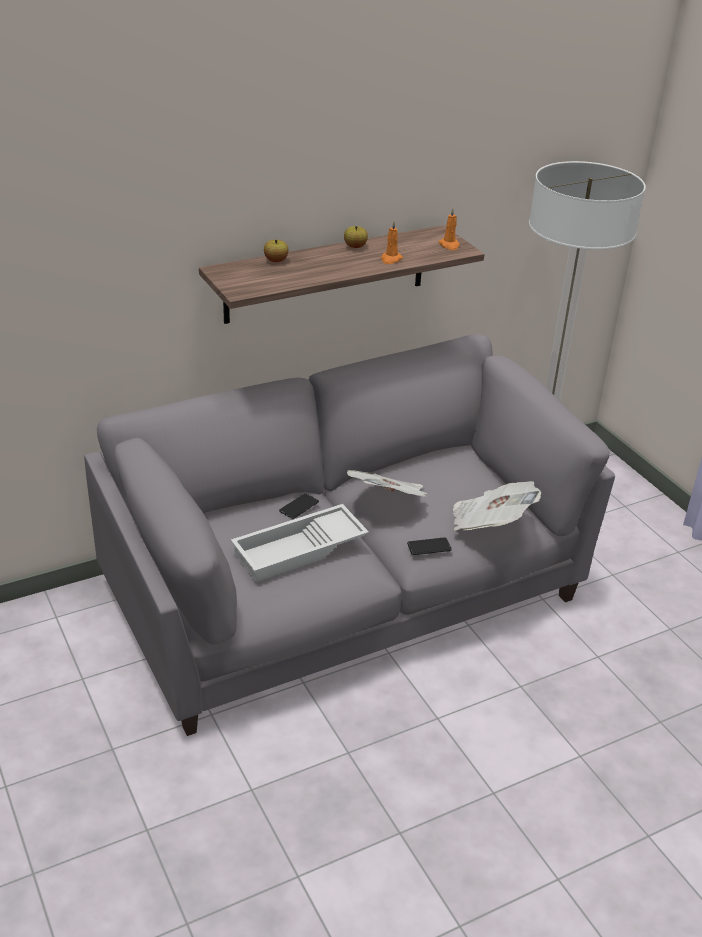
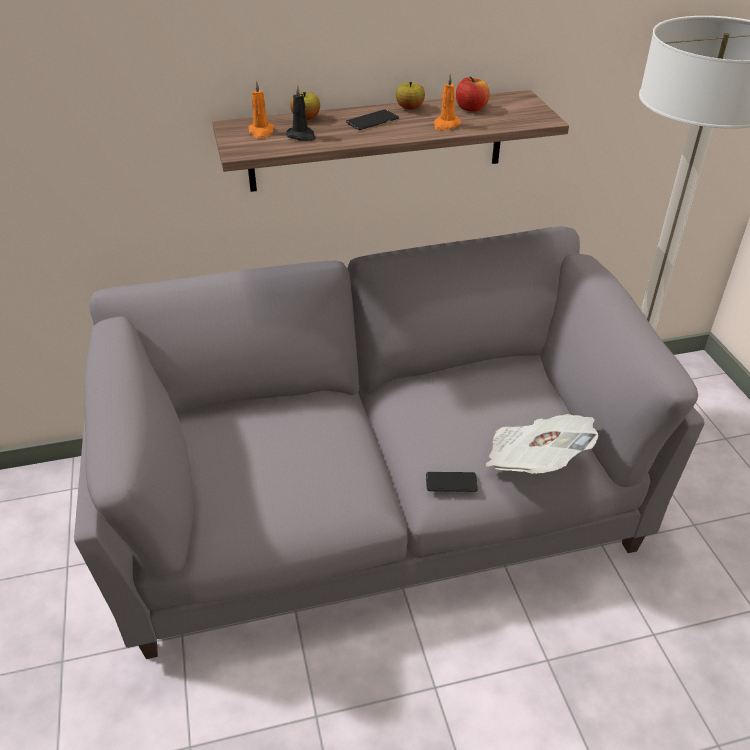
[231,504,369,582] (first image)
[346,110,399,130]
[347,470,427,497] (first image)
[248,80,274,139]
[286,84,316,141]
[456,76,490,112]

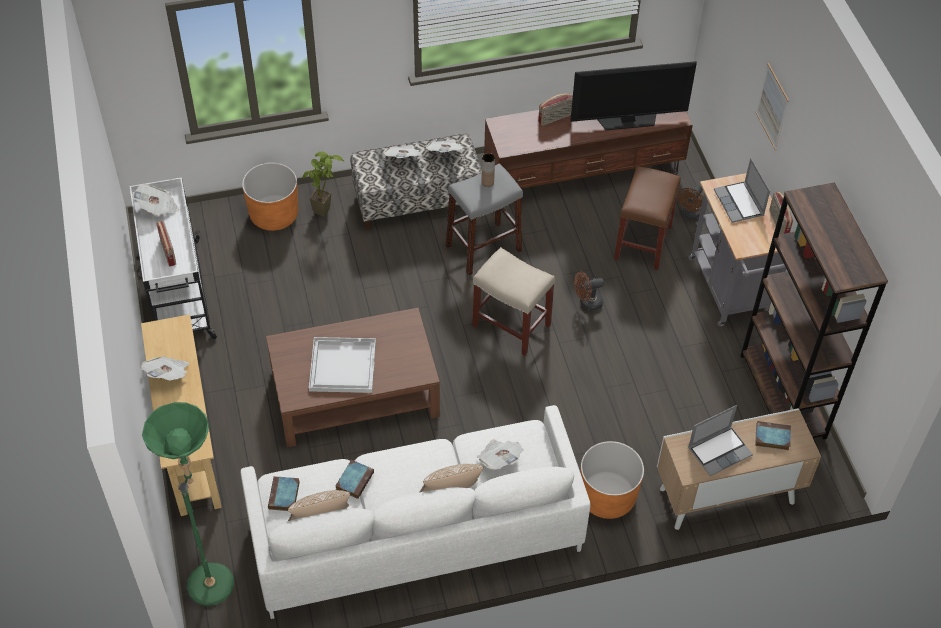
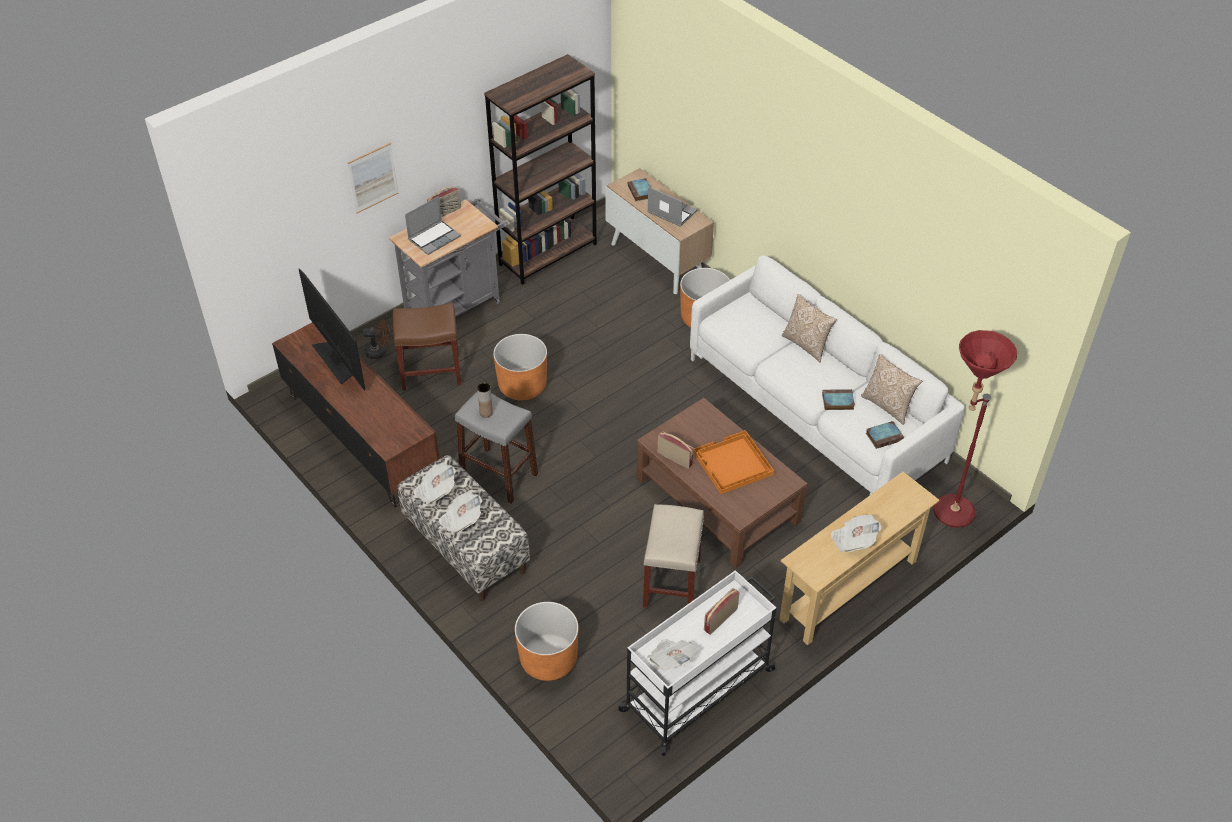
[933,330,1017,528]
[303,152,344,217] (first image)
[694,430,774,494]
[643,504,704,608]
[477,440,524,470] (first image)
[657,431,694,469]
[493,334,547,400]

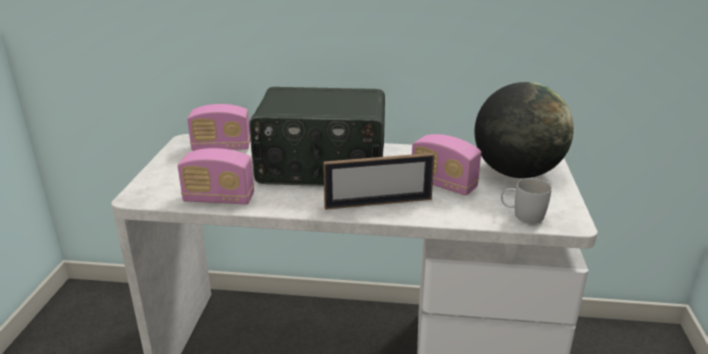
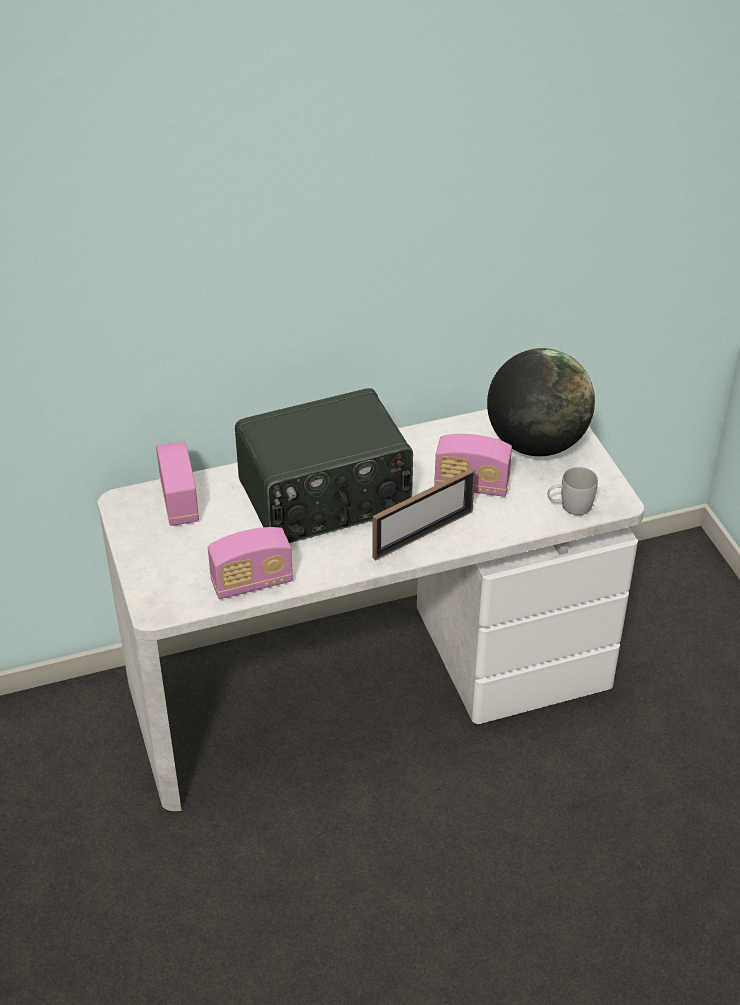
[156,442,199,526]

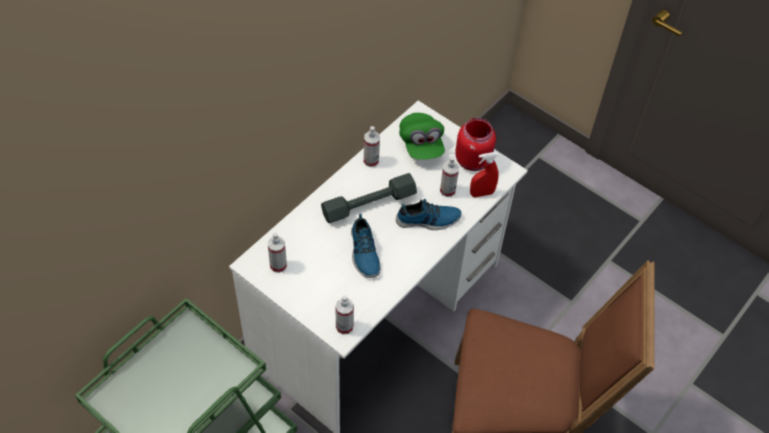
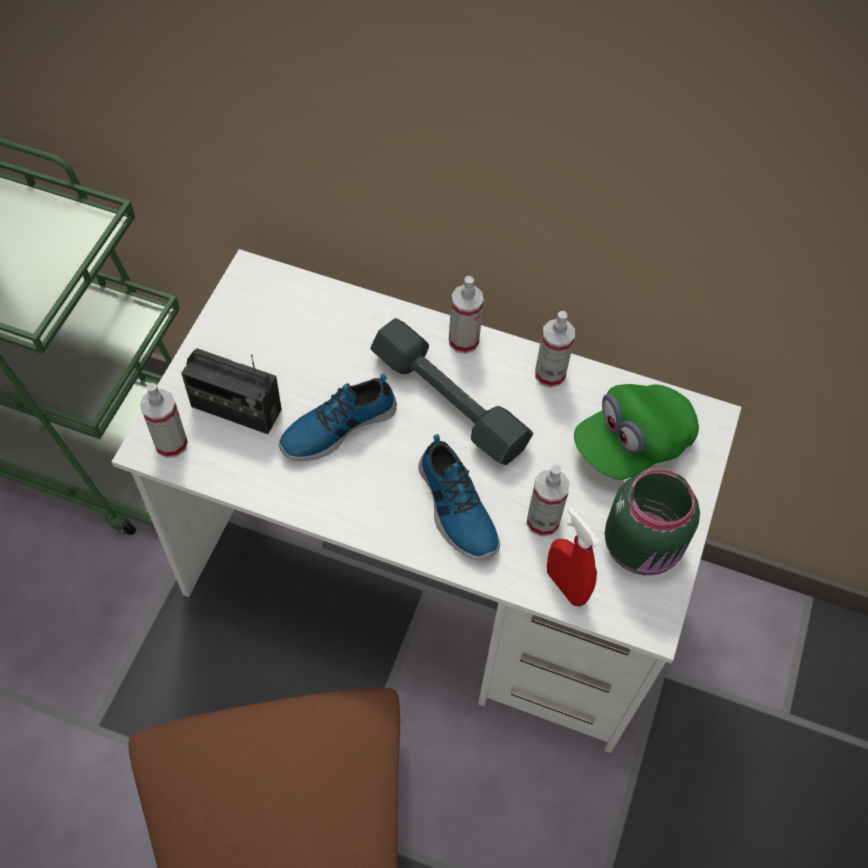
[449,276,484,354]
[605,469,700,575]
[181,348,282,434]

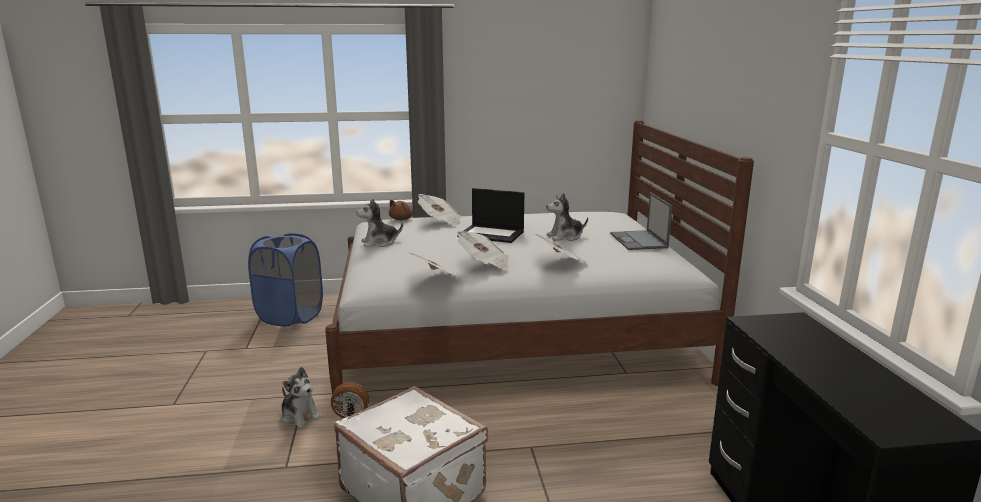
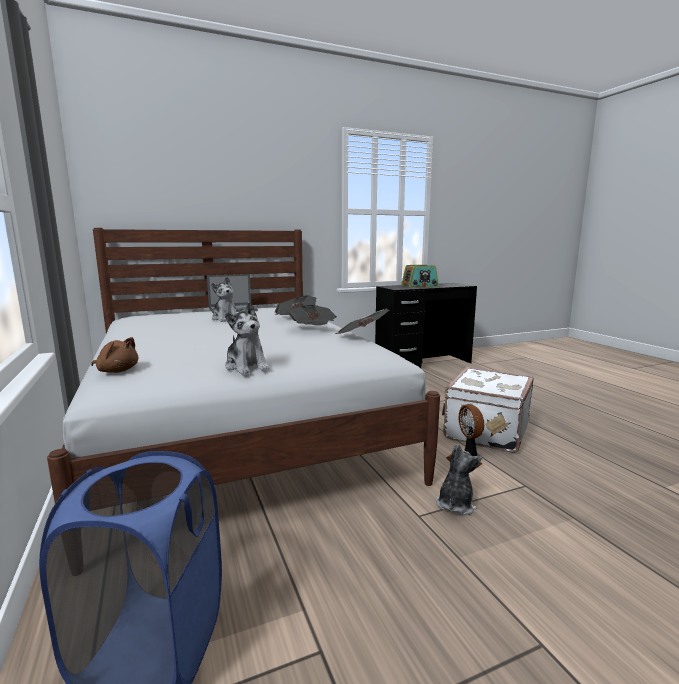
[418,194,462,226] (first image)
[457,188,524,243] (first image)
[401,265,439,287]

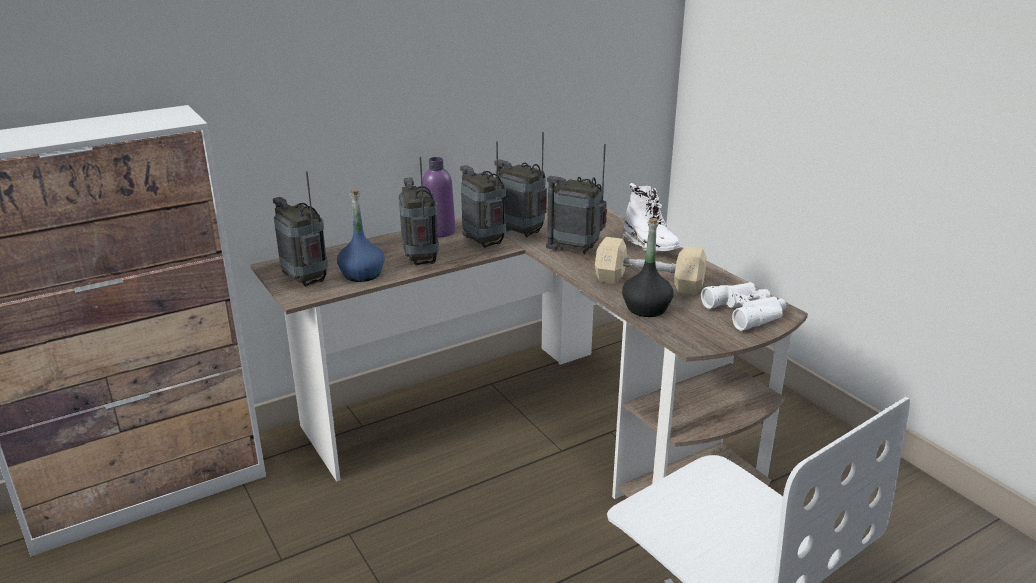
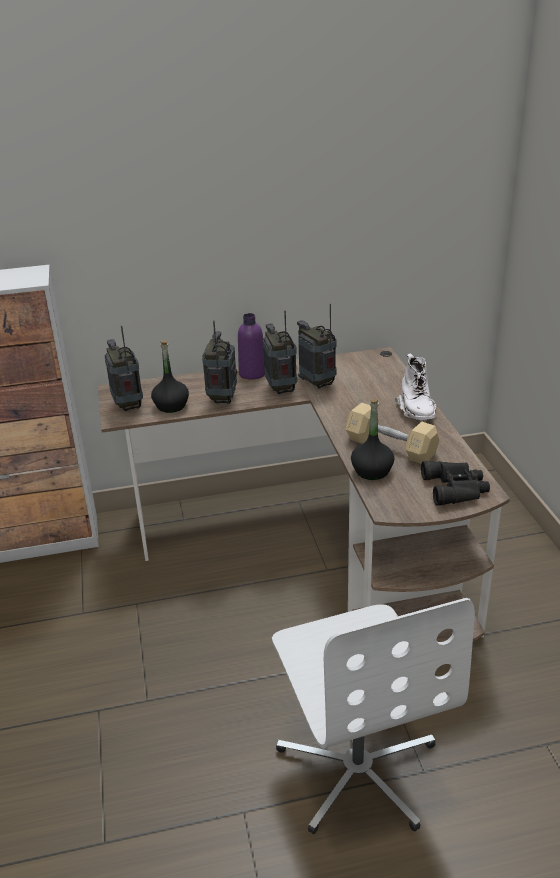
[151,341,189,413]
[546,144,607,254] (first image)
[421,461,490,506]

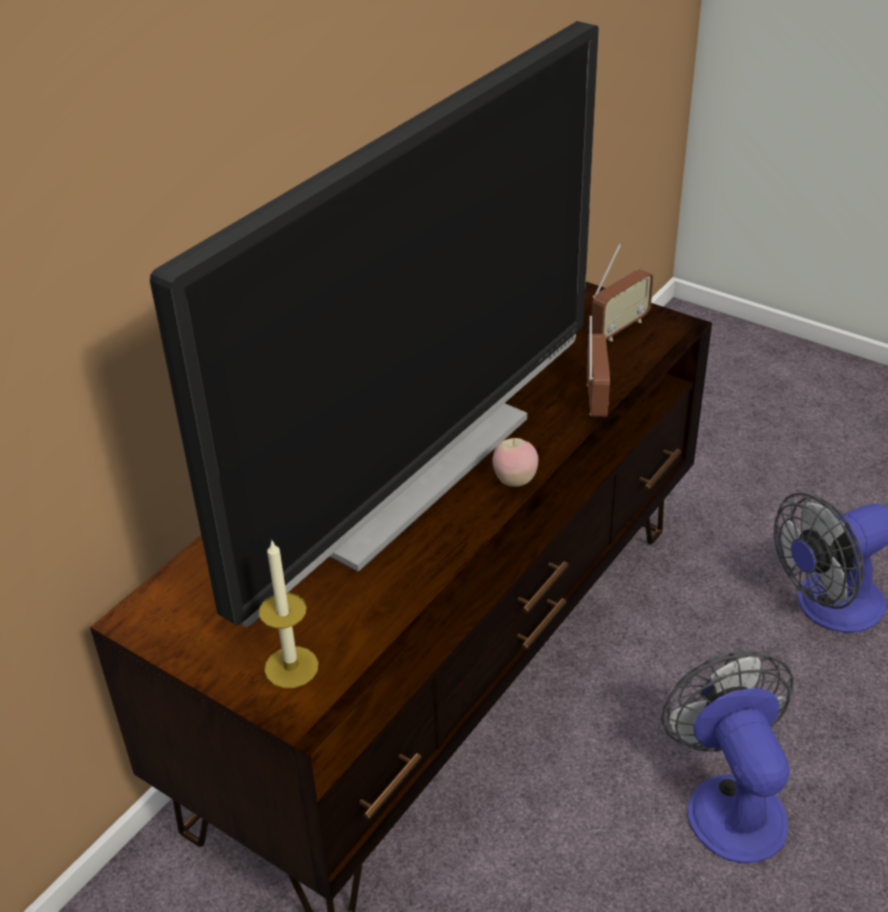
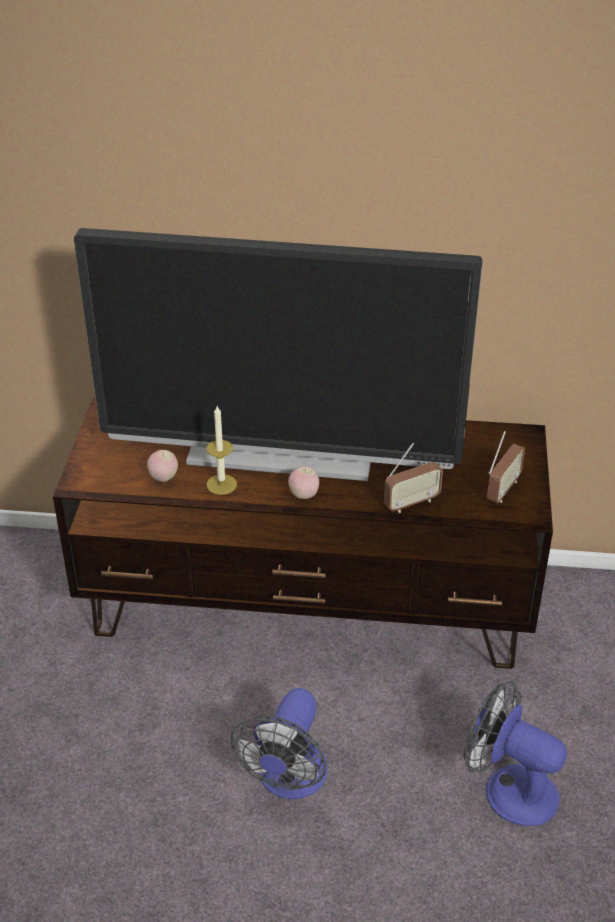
[206,406,237,495]
[487,431,525,503]
[231,688,328,799]
[147,450,178,482]

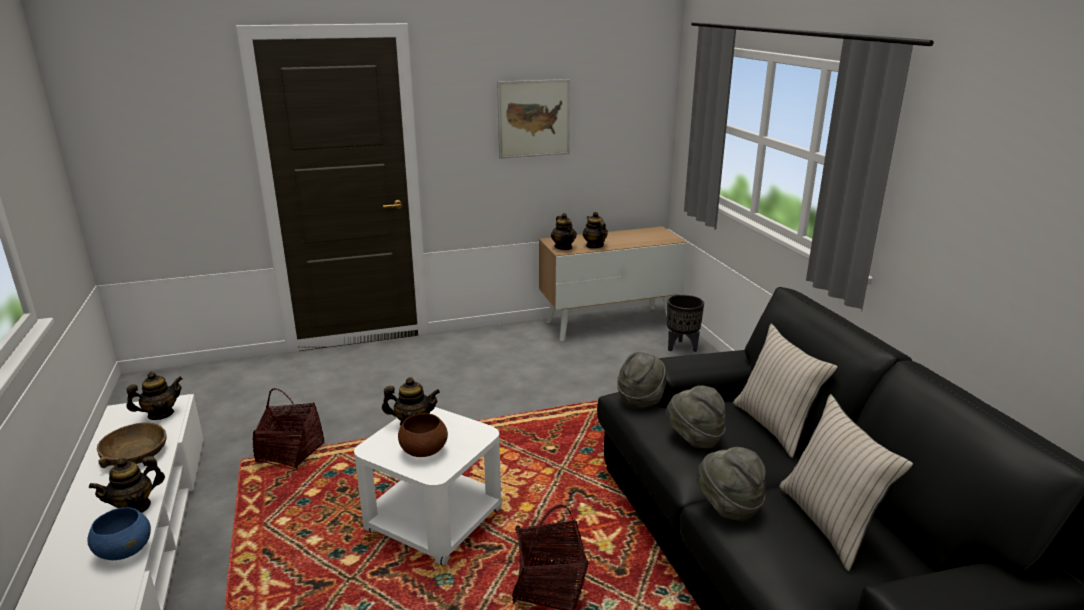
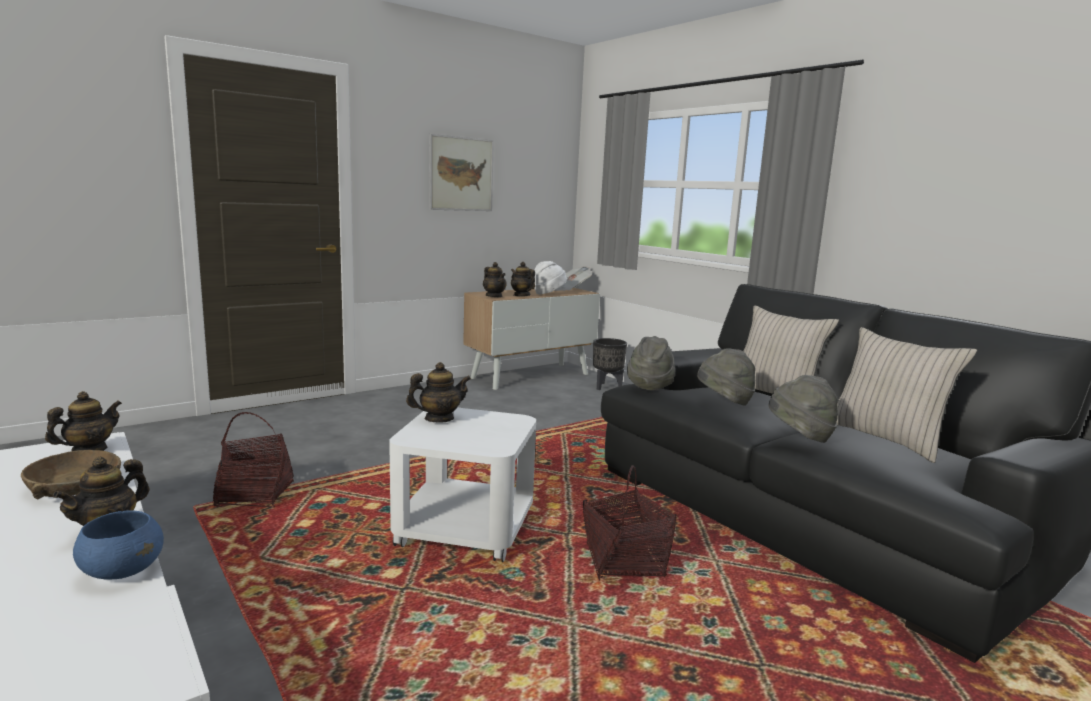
[398,413,448,457] (first image)
[534,261,567,295]
[554,266,592,291]

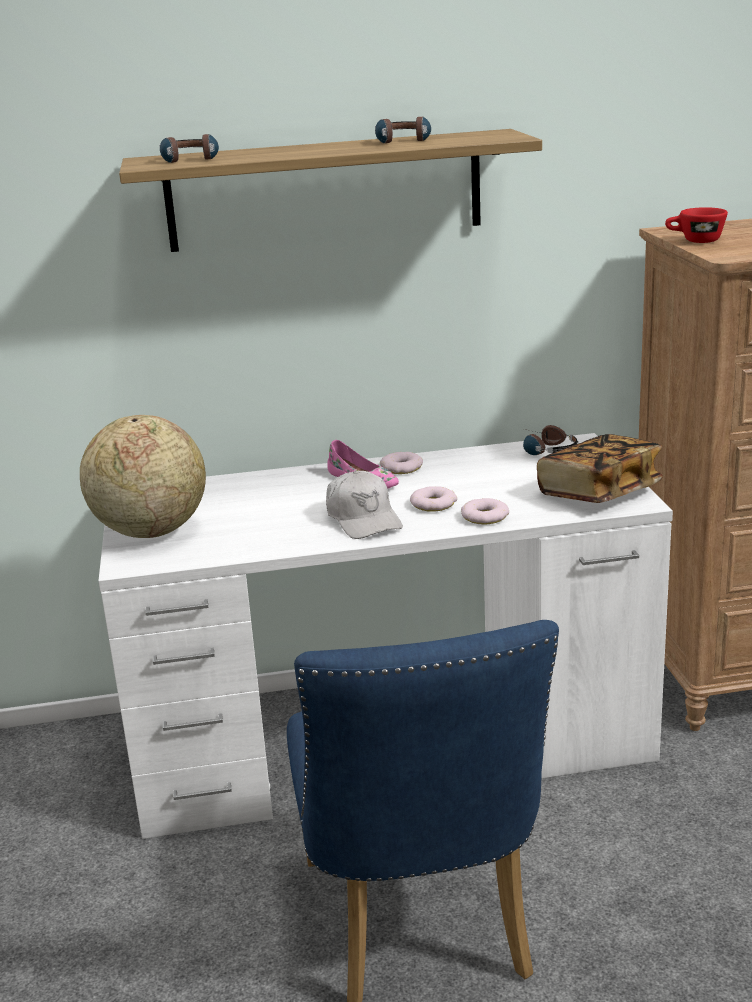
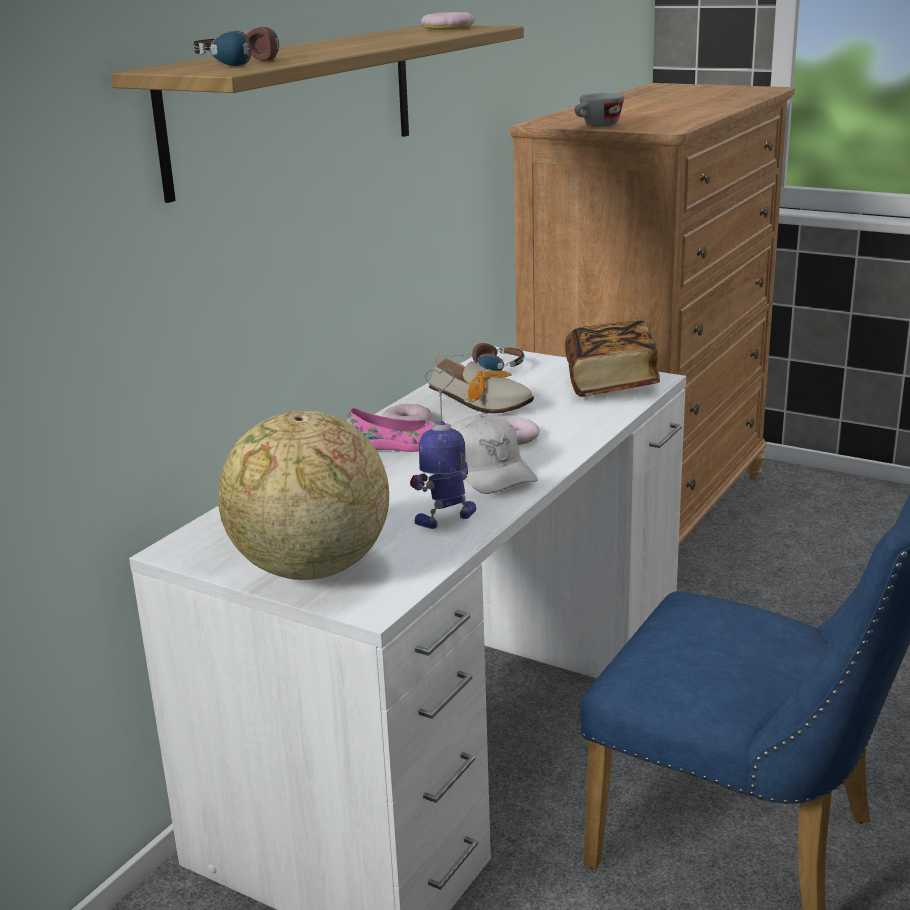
[451,414,538,494]
[375,117,431,143] (first image)
[421,12,475,30]
[575,93,624,126]
[410,369,476,529]
[429,352,534,414]

